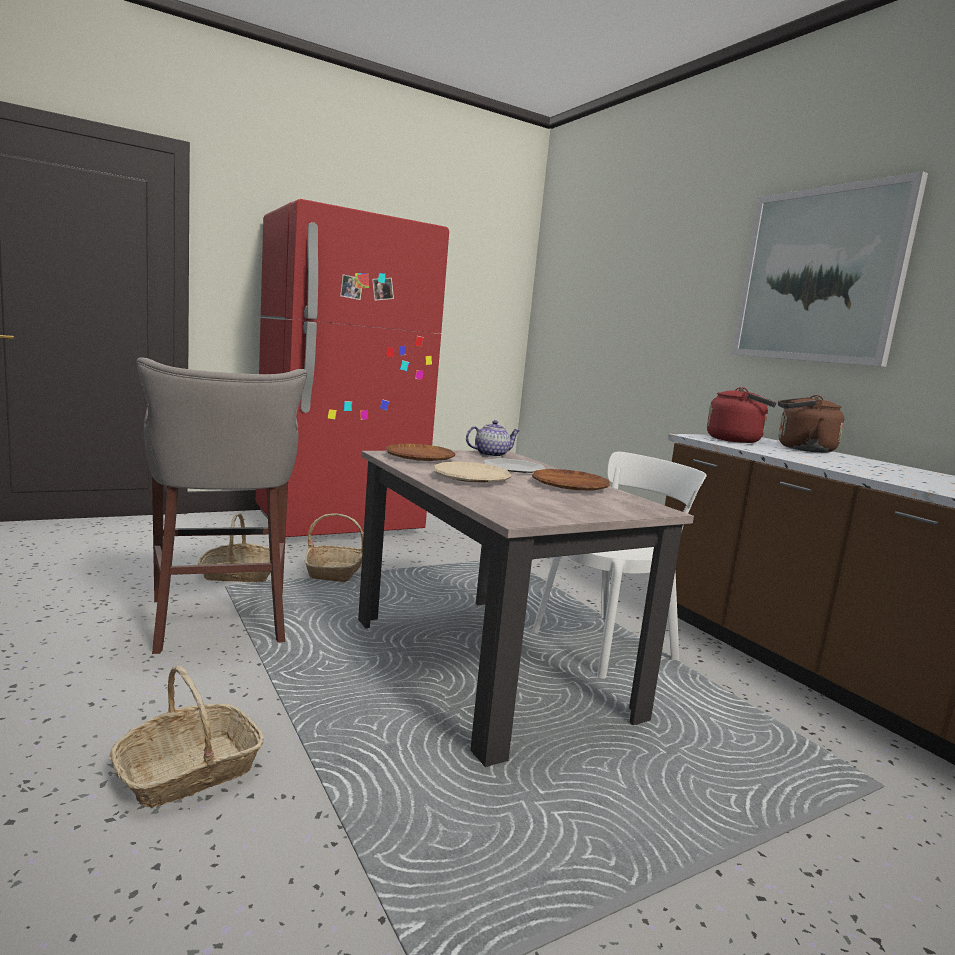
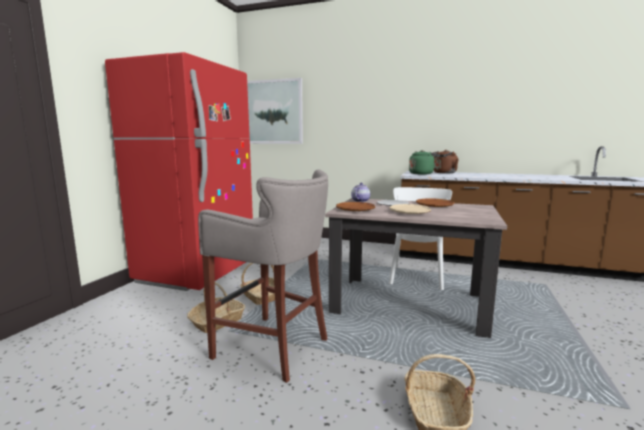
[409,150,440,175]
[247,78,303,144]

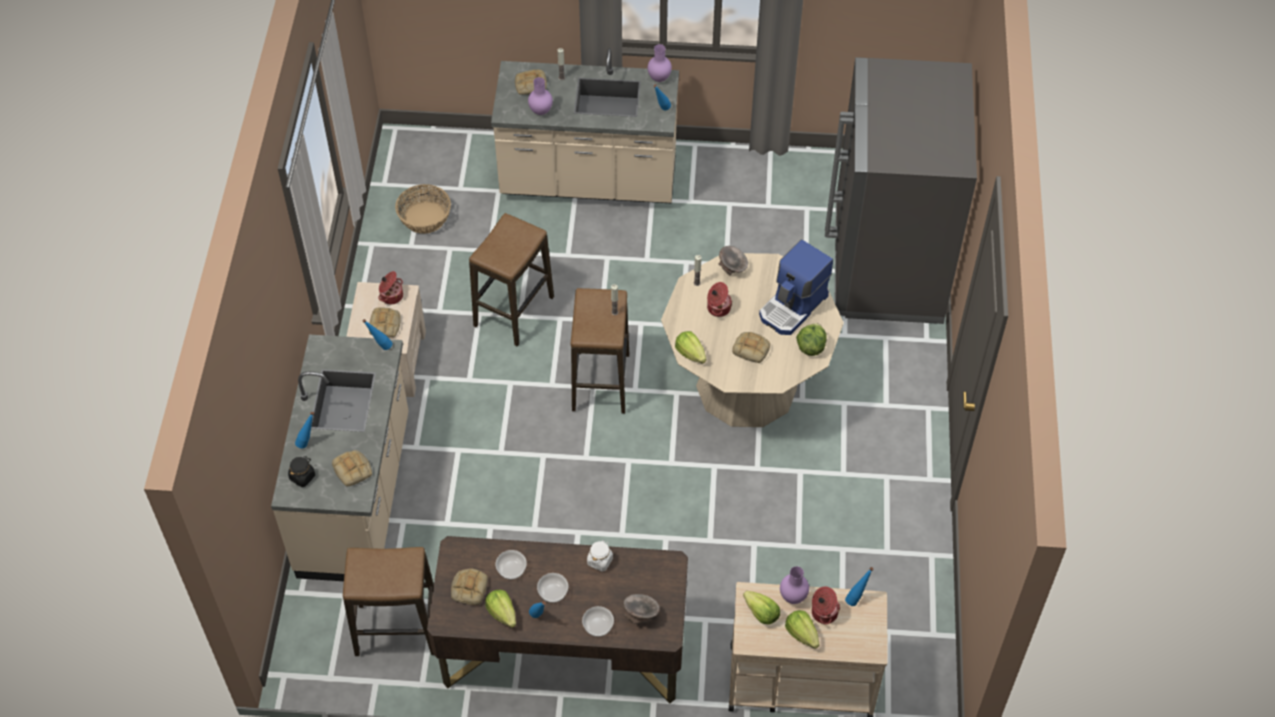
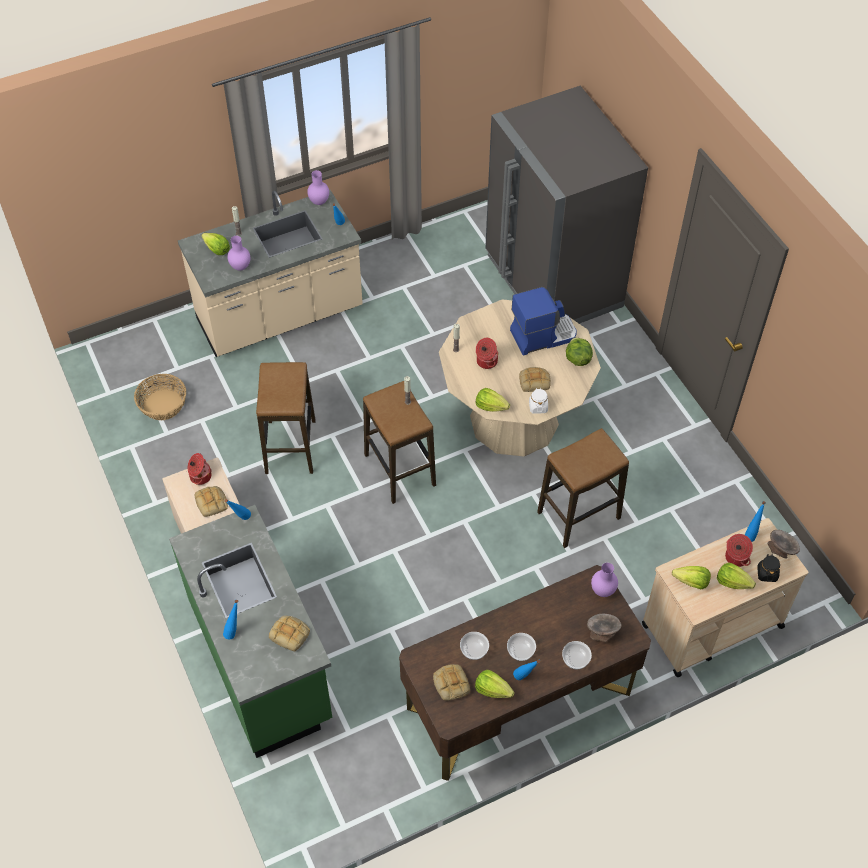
[169,505,332,758]
[757,554,780,582]
[537,428,629,548]
[201,233,230,255]
[529,388,548,414]
[767,530,800,559]
[510,287,577,355]
[591,563,618,597]

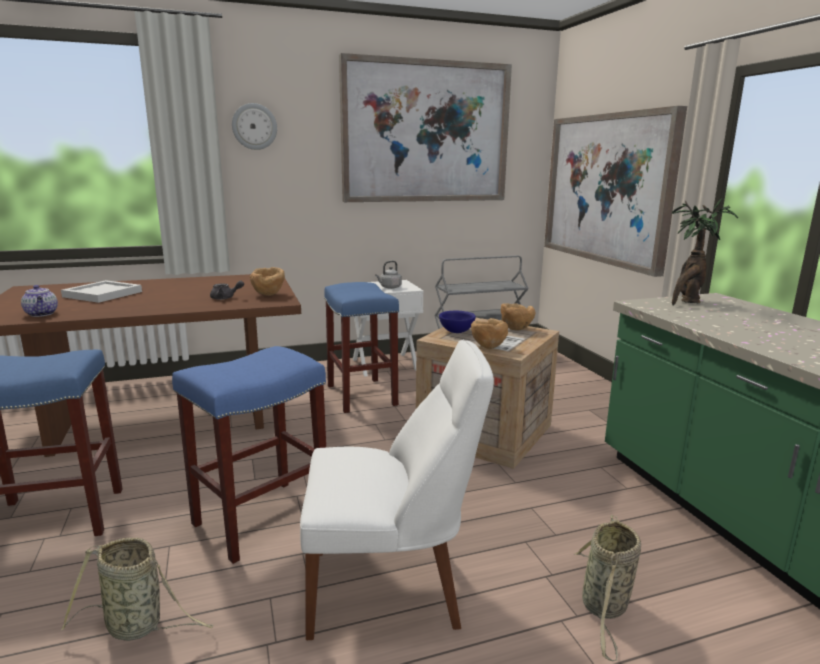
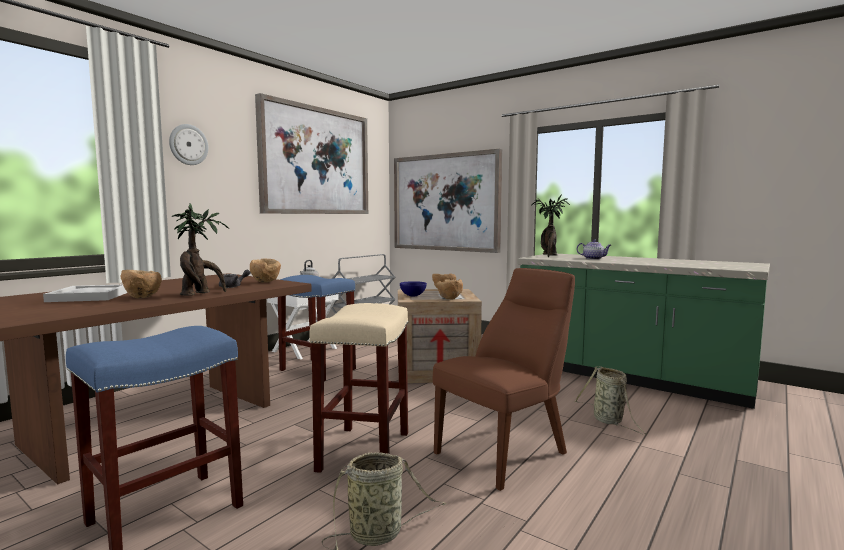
[577,239,611,260]
[309,303,408,473]
[433,268,575,491]
[120,270,162,299]
[172,203,229,296]

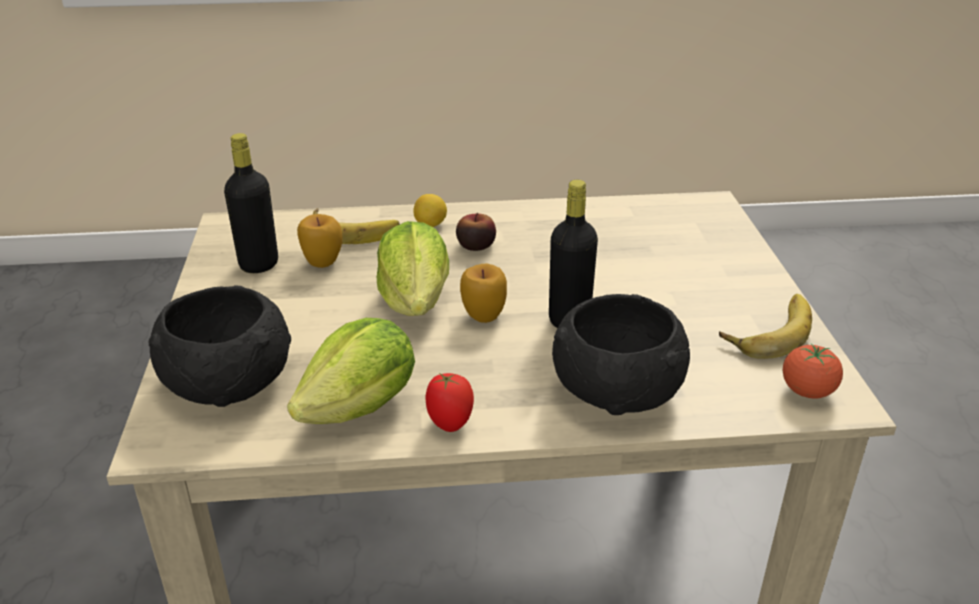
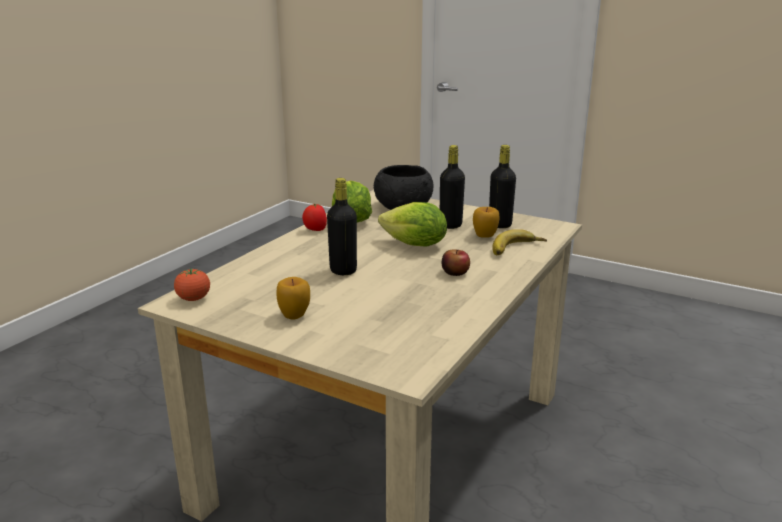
[413,194,447,227] (first image)
[276,277,310,319]
[552,294,690,415] (first image)
[719,294,812,359] (first image)
[440,145,465,229]

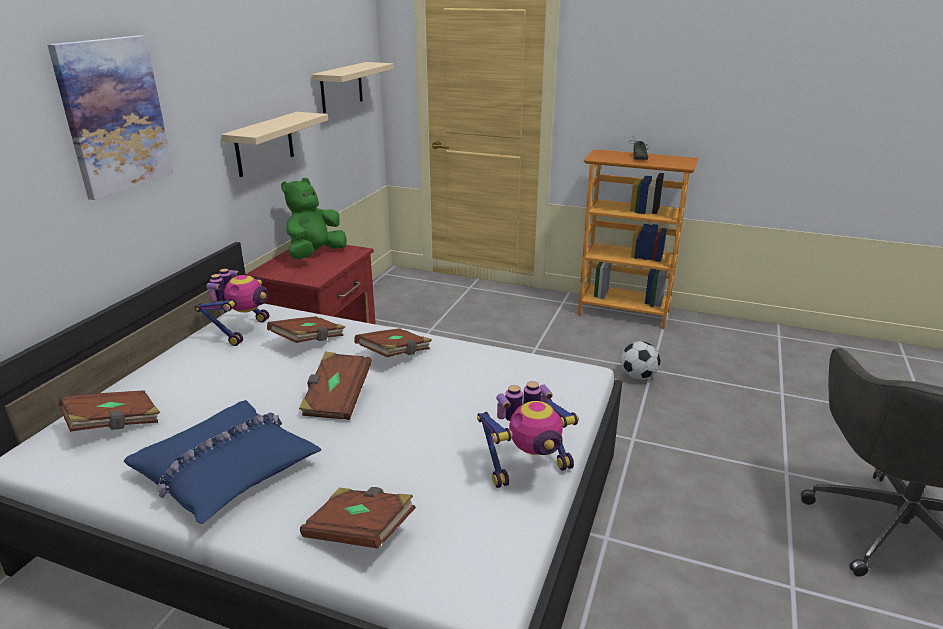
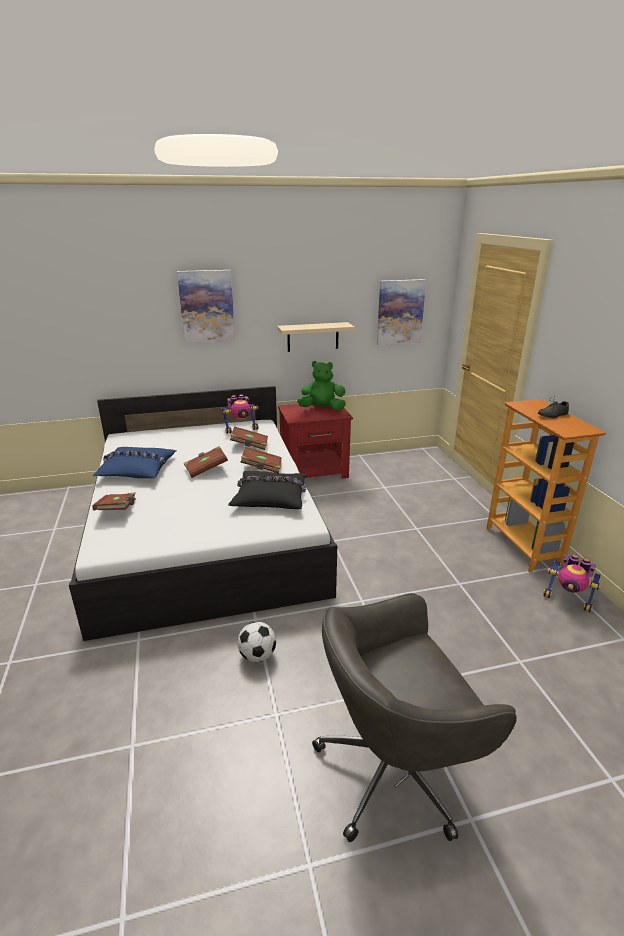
[59,390,160,432] (first image)
[377,279,426,345]
[543,554,601,612]
[237,622,276,662]
[228,471,307,509]

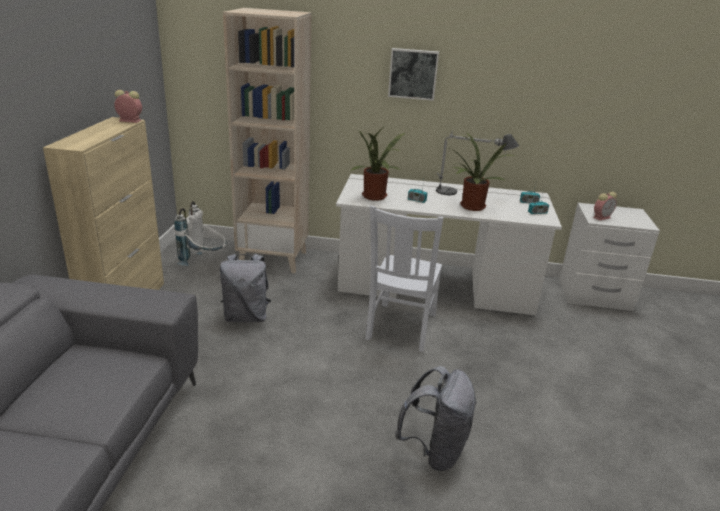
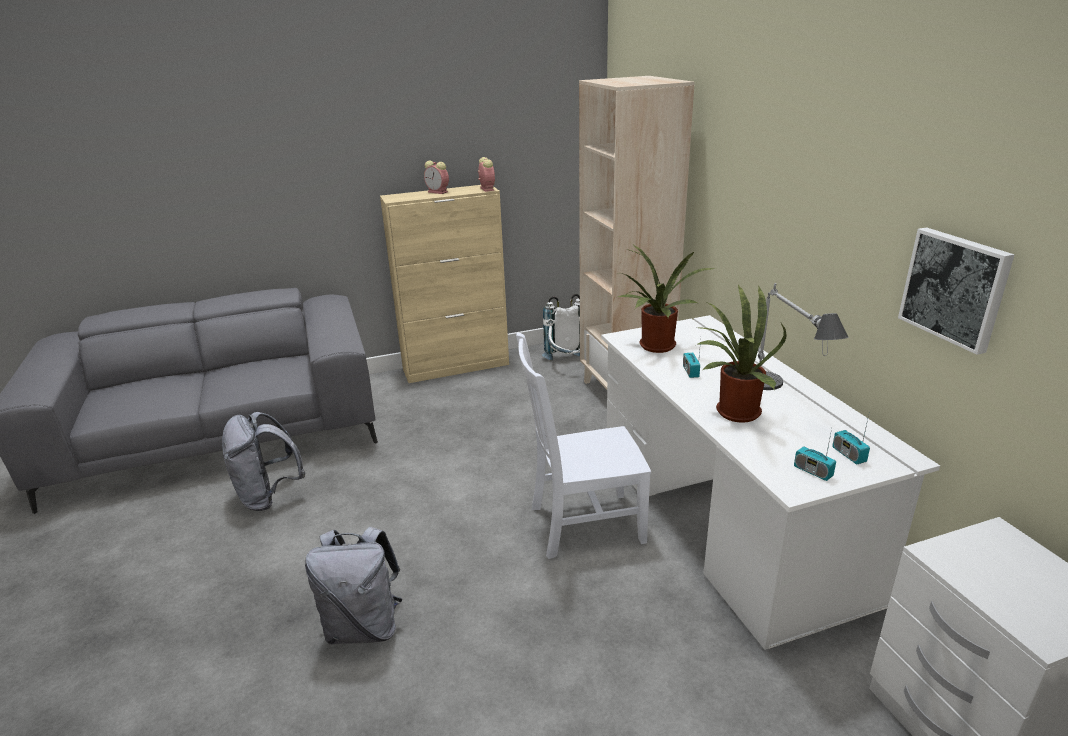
[222,412,305,511]
[898,227,1015,355]
[424,160,449,194]

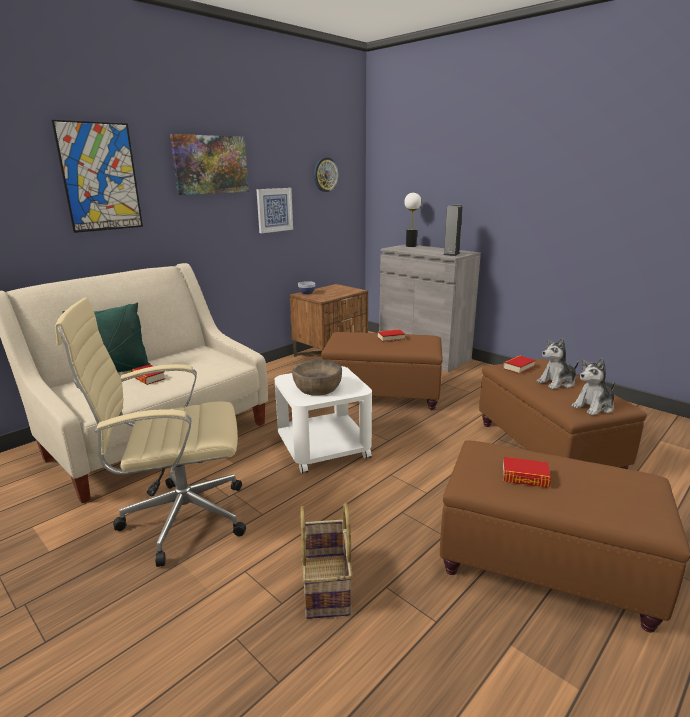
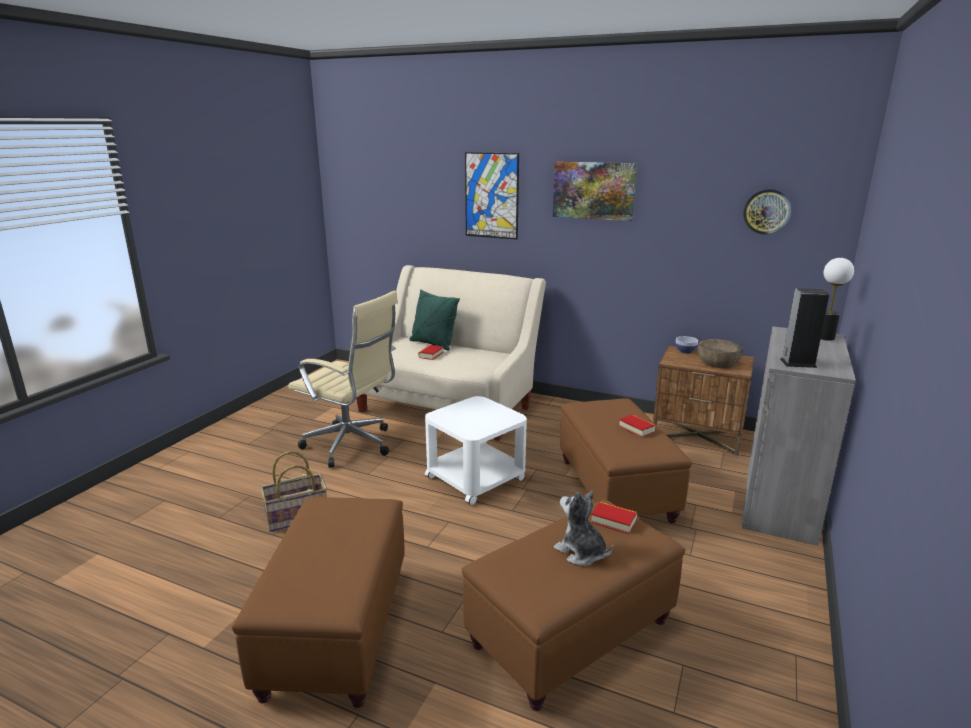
[288,291,398,468]
[256,188,293,233] (first image)
[698,339,743,368]
[503,457,551,488] (first image)
[572,358,615,416] (first image)

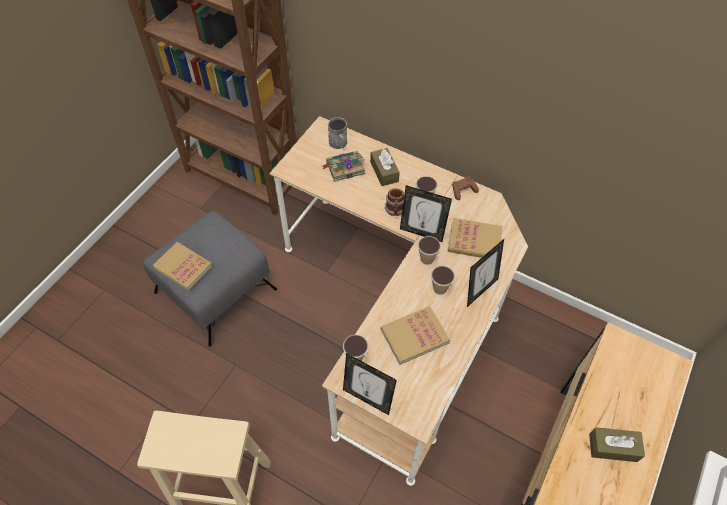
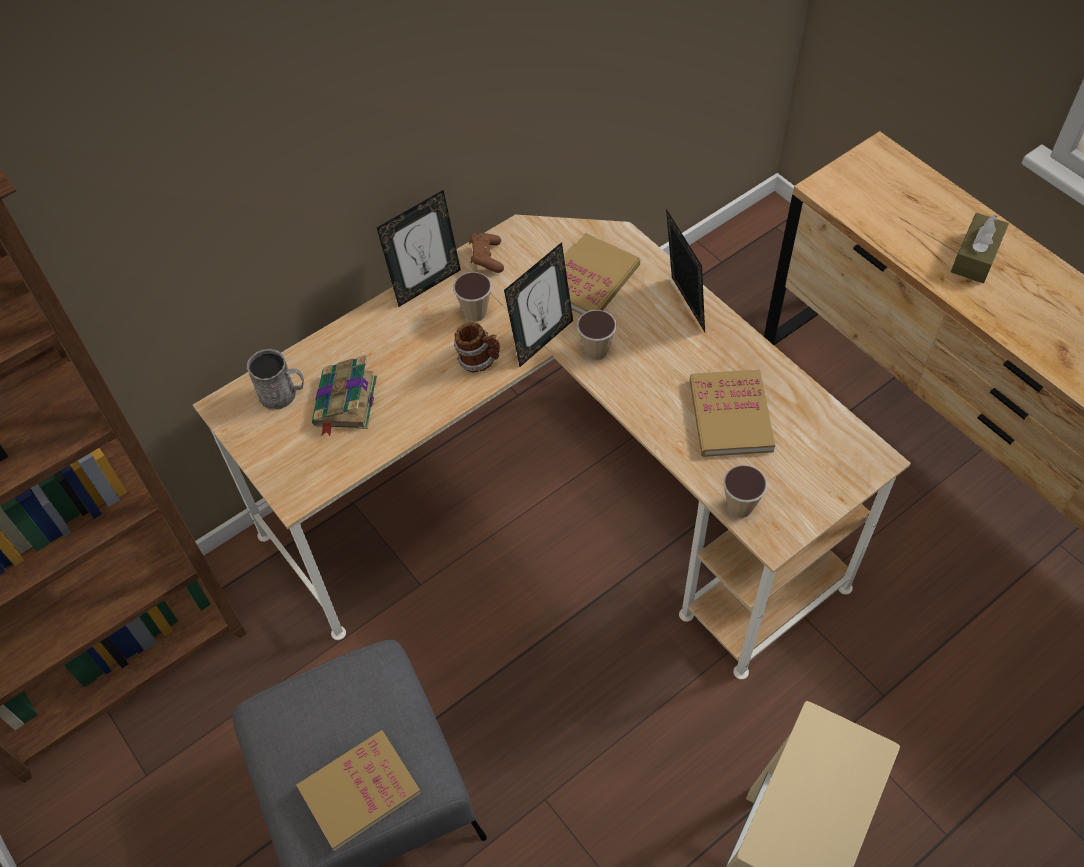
[377,190,461,307]
[370,148,400,186] (first image)
[431,266,455,295] (first image)

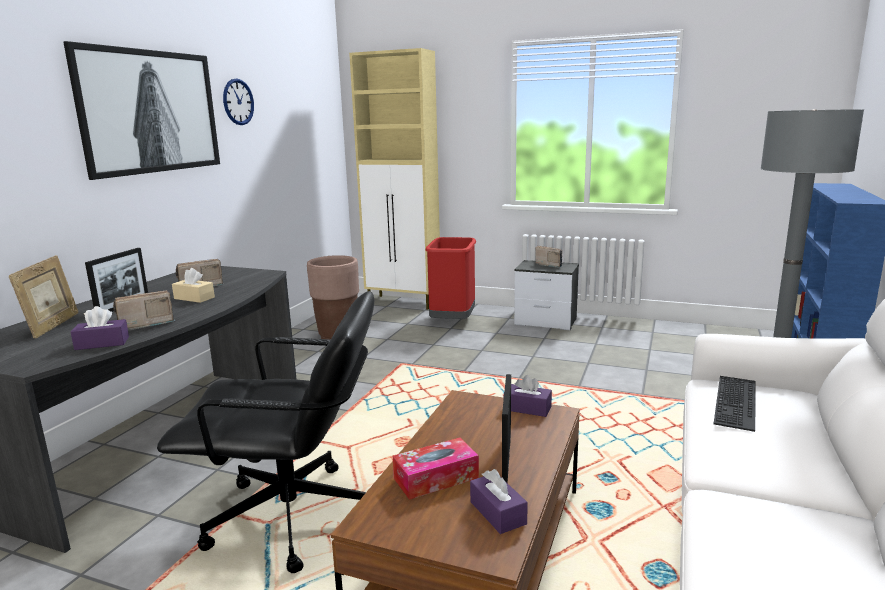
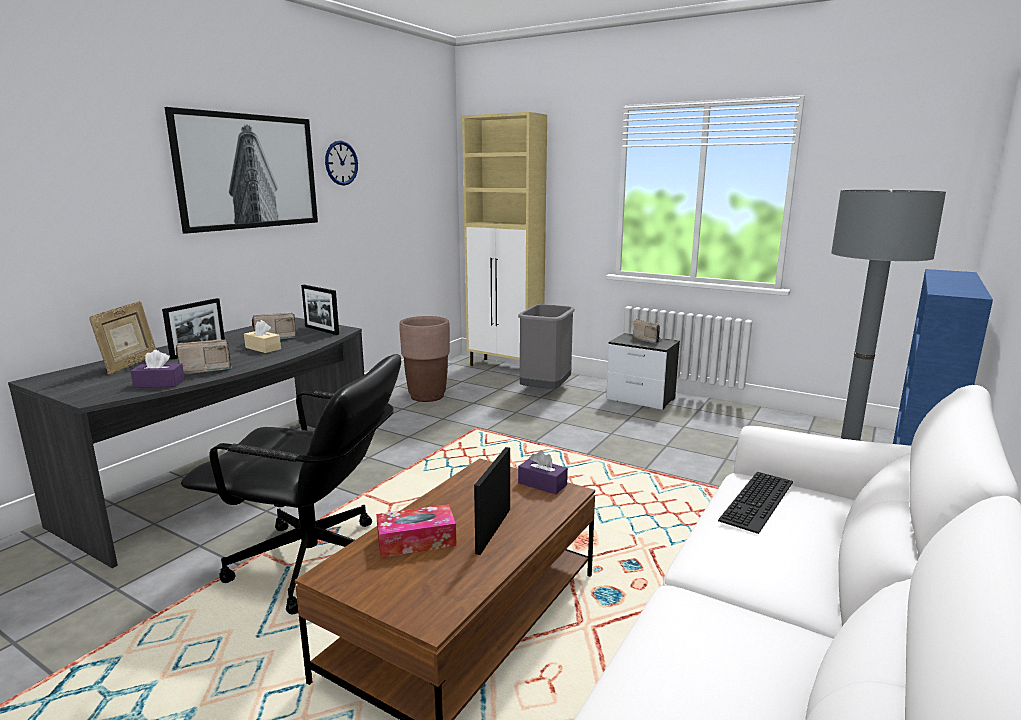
[518,304,575,389]
[470,469,528,534] (first image)
[301,285,339,335]

